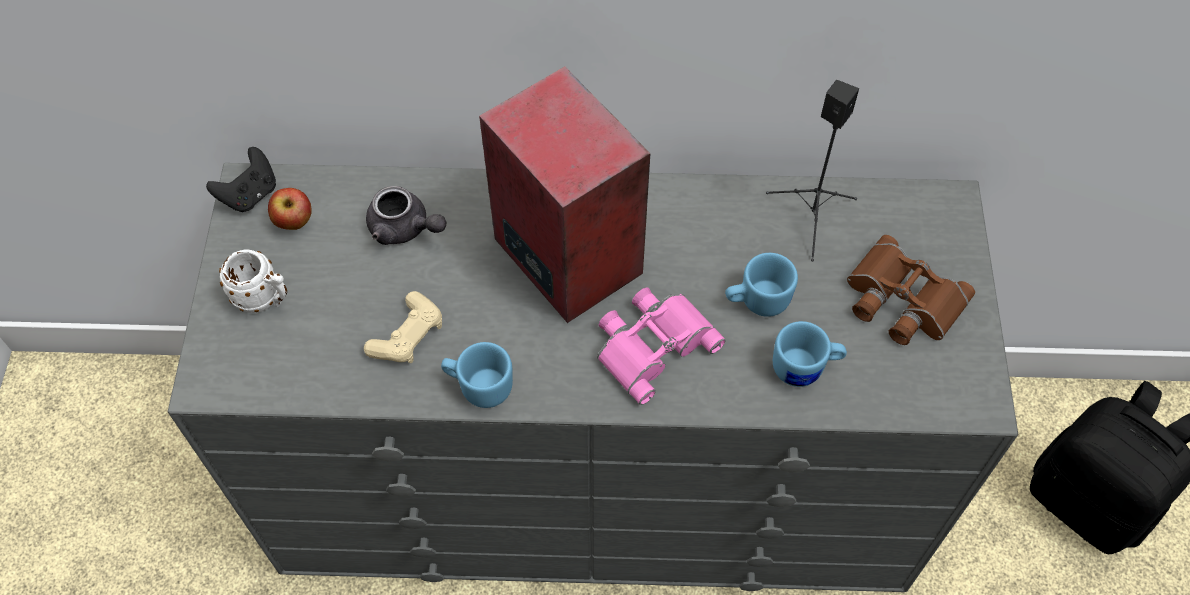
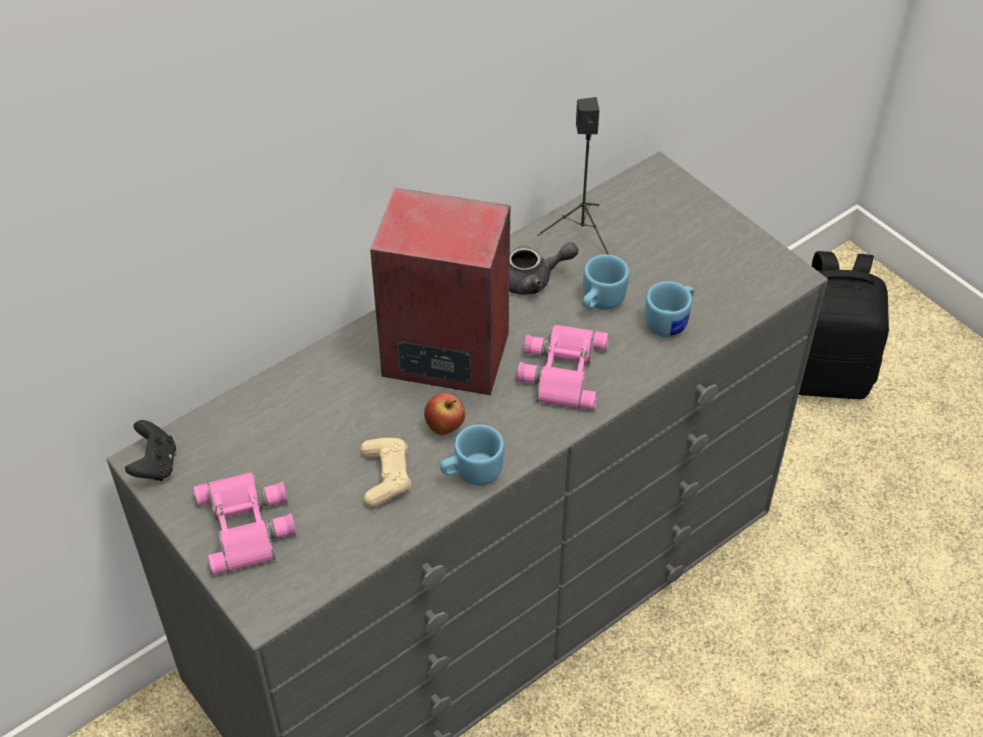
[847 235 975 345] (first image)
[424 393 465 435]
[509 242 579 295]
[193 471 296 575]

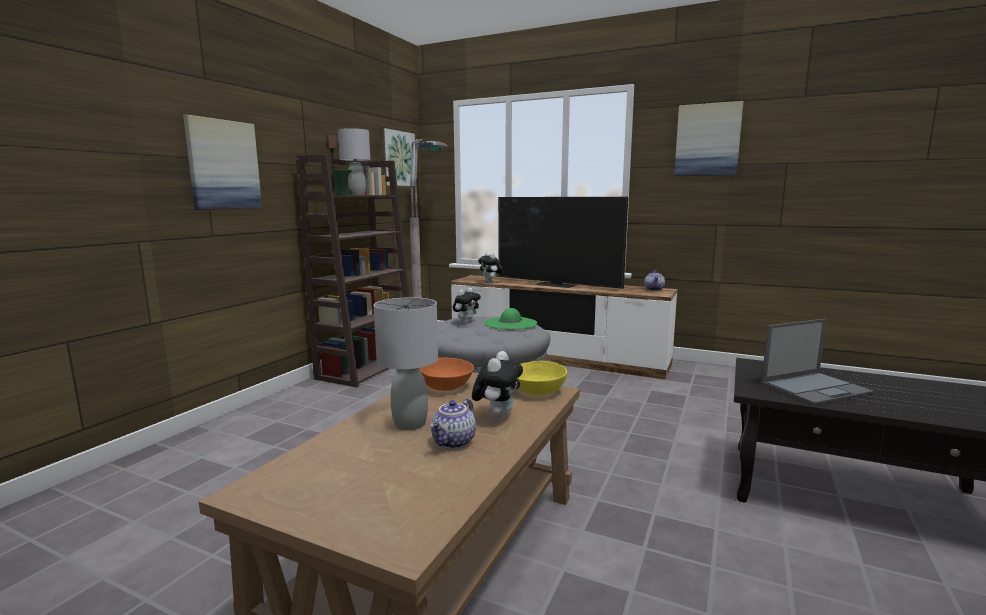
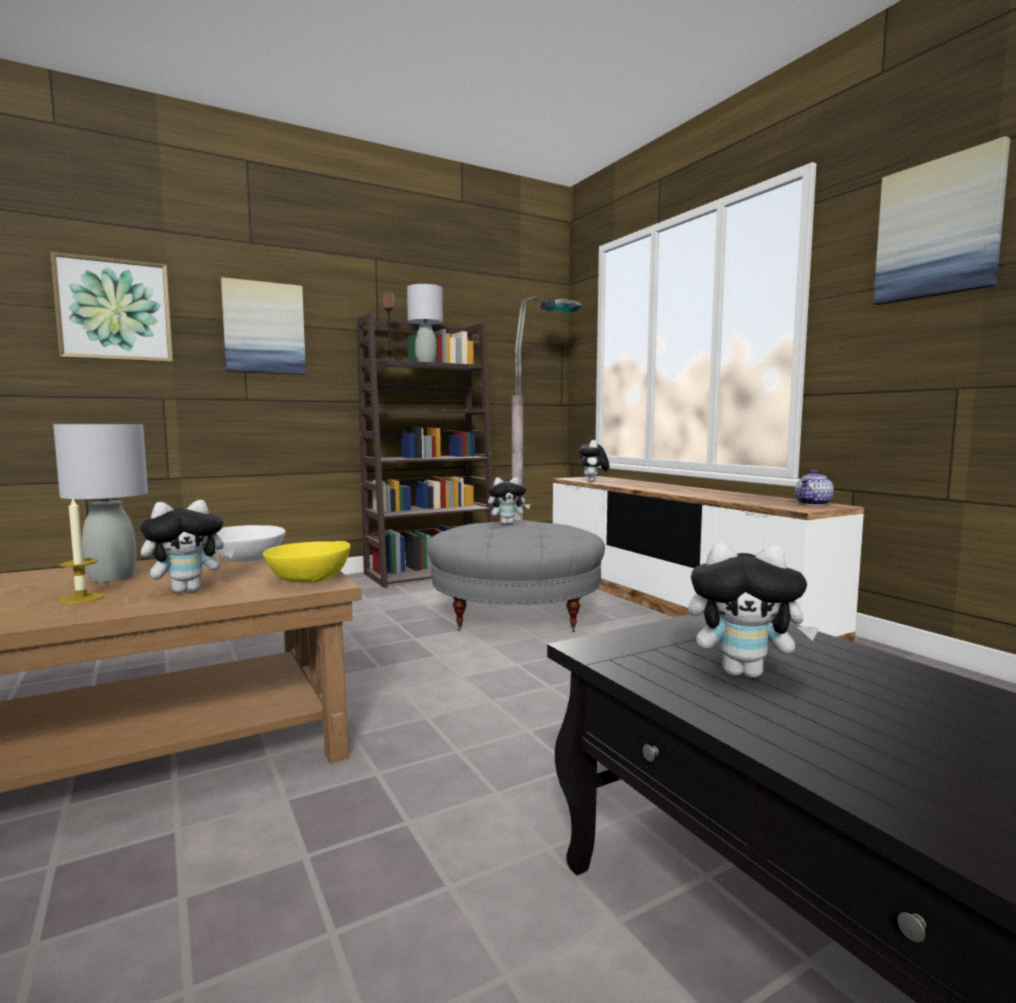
[484 308 537 329] (first image)
[498 197 628 289] (first image)
[50 252 173 362]
[59 499 104 604]
[688 542 819 678]
[215 525 285 562]

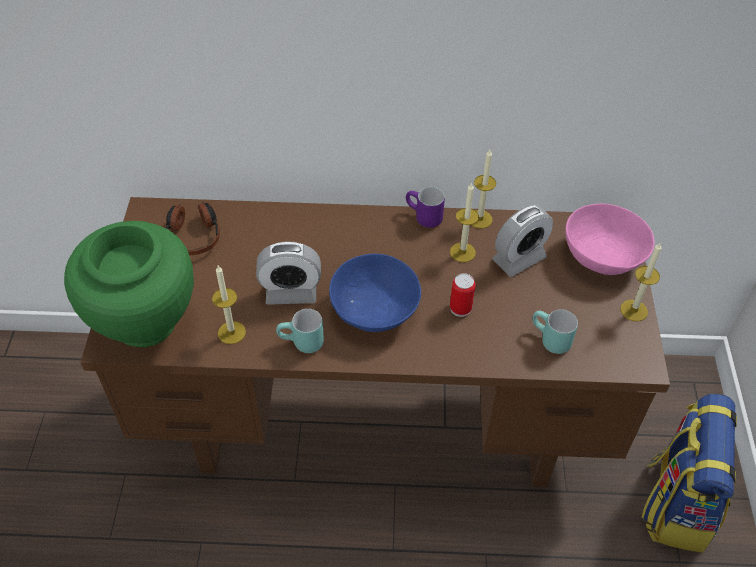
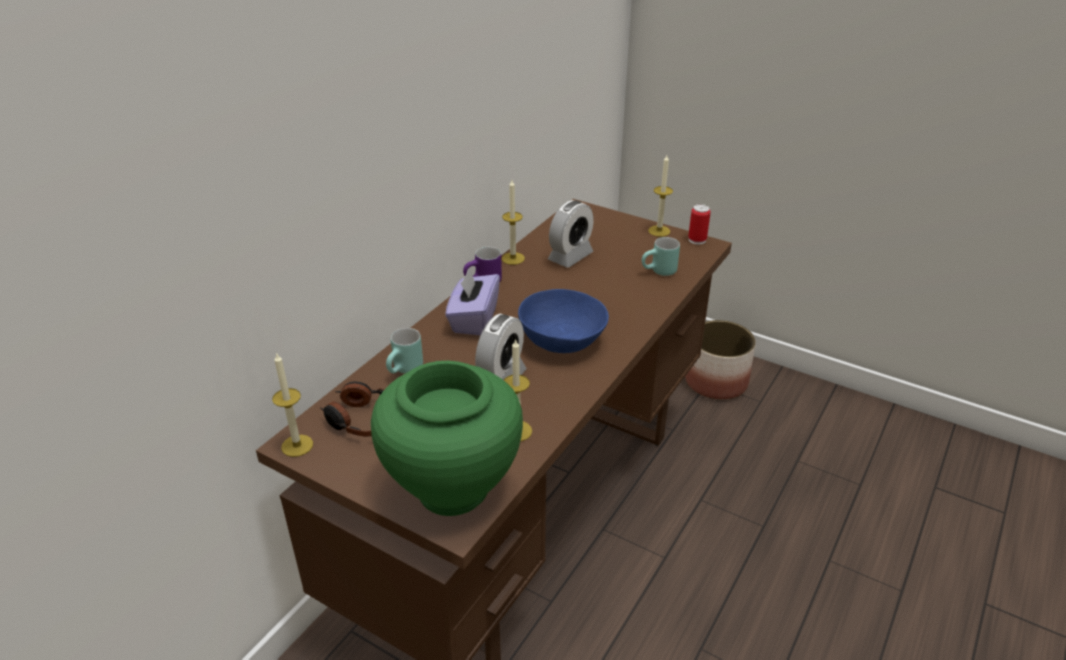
[565 203 655 275] (first image)
[445 267 500 335]
[386 328 423 373]
[272 352 313 457]
[688 204 711 244]
[685 320 756 400]
[548 200 594 268]

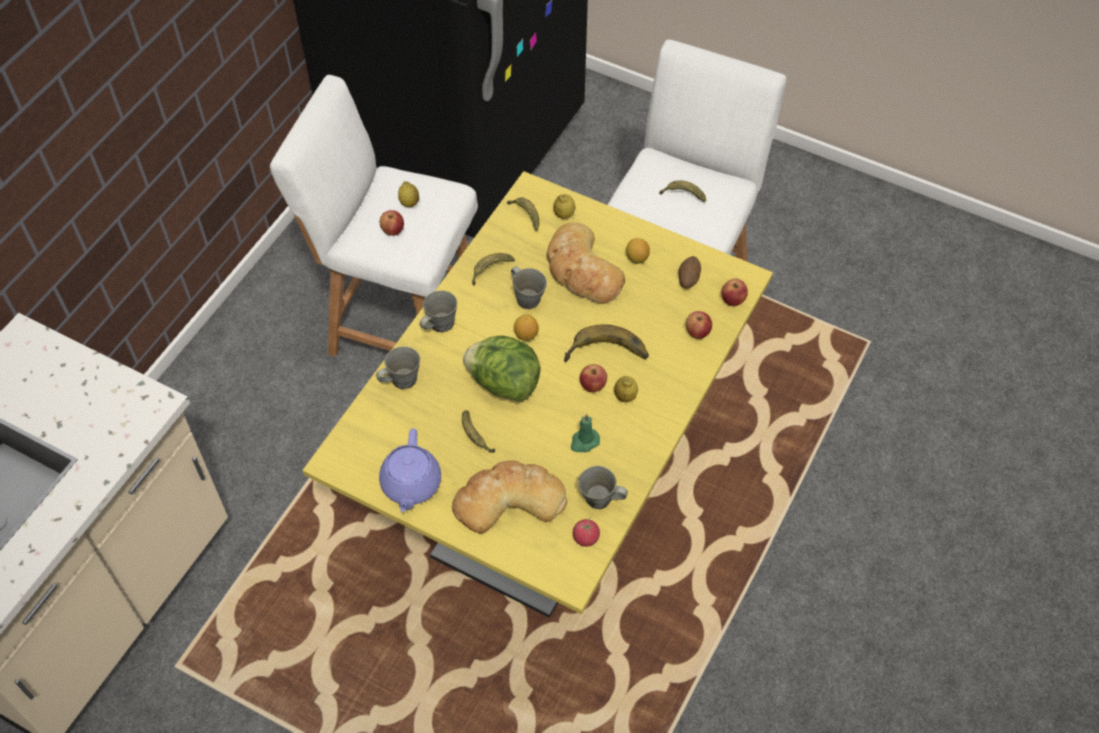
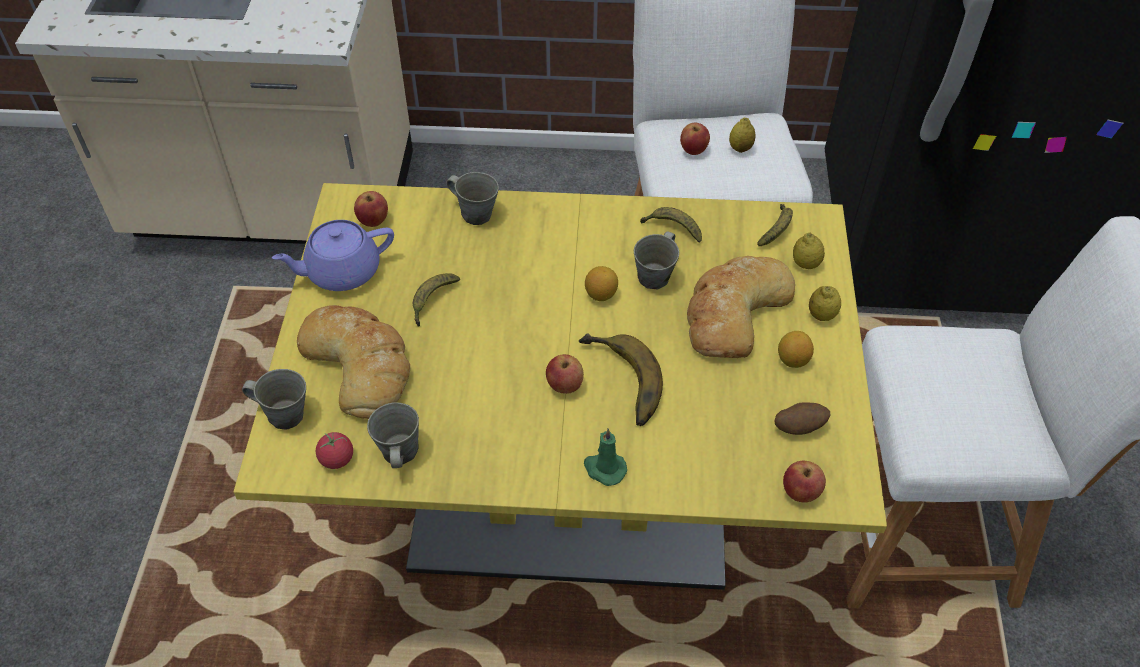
[463 336 541 402] (first image)
[659 181 706 203] (first image)
[242 369 306 429]
[584 429 627 486]
[809 286 841 321]
[354 191 388 227]

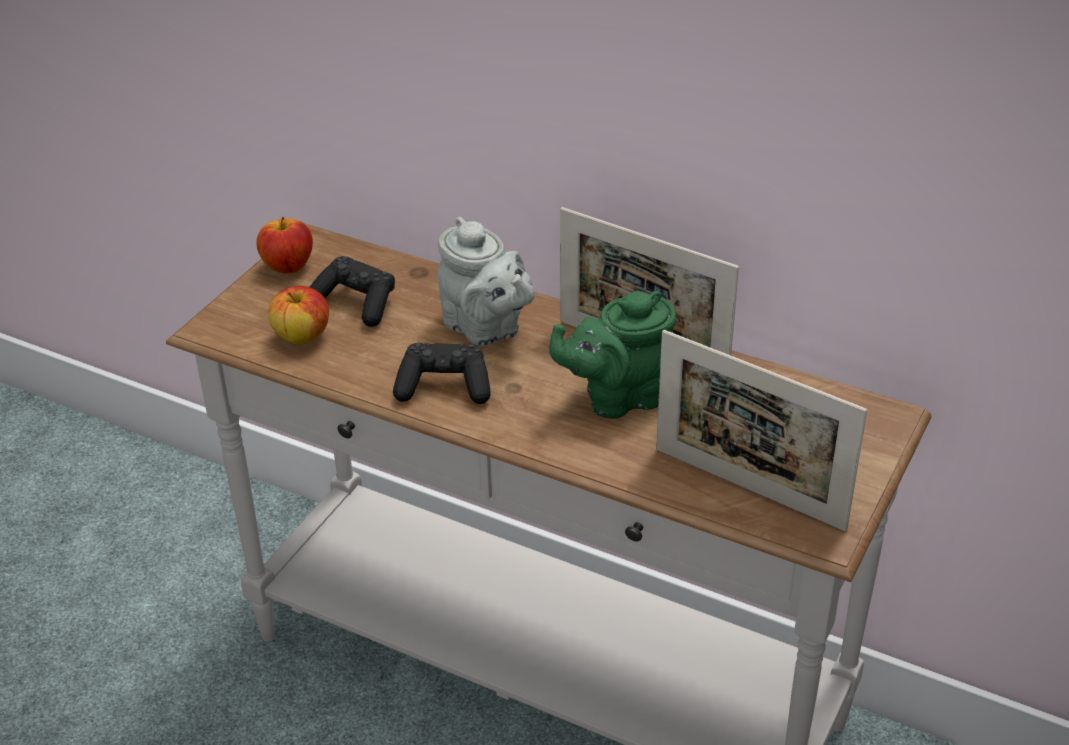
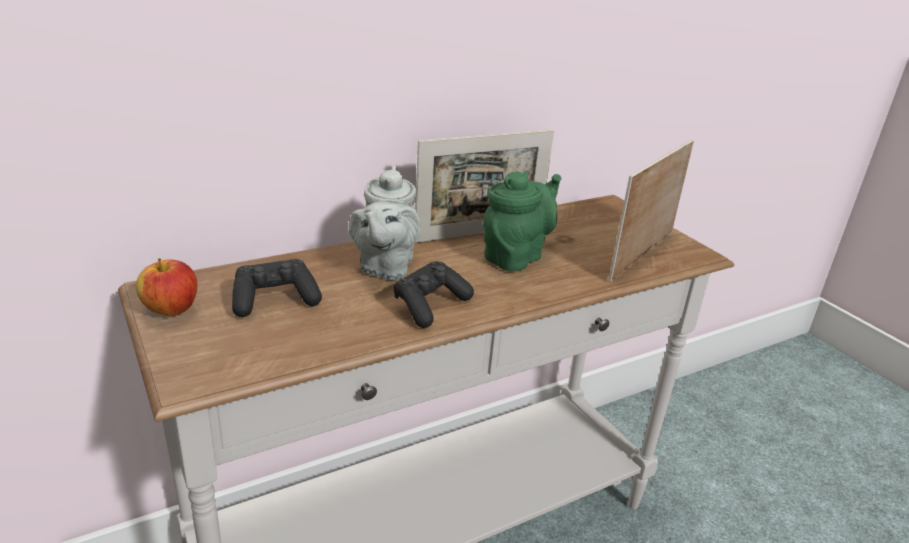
[268 286 329 345] (first image)
[348 166 421 280]
[483 171 561 271]
[609 139 694 282]

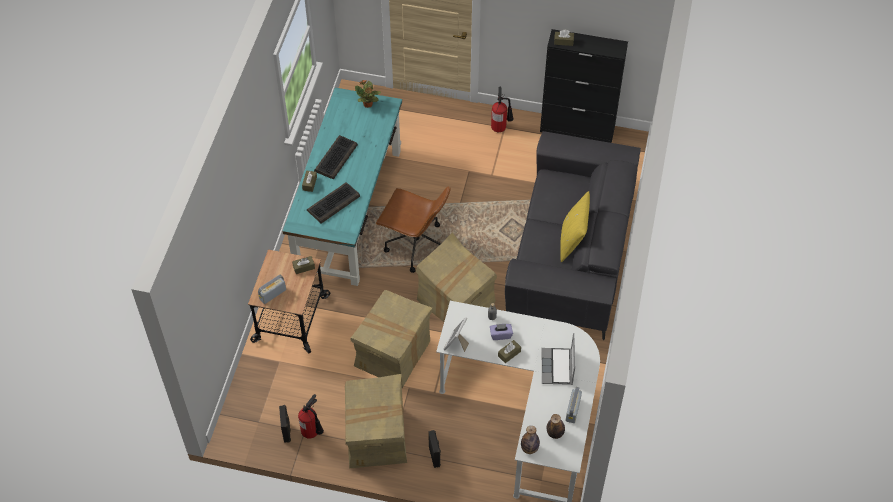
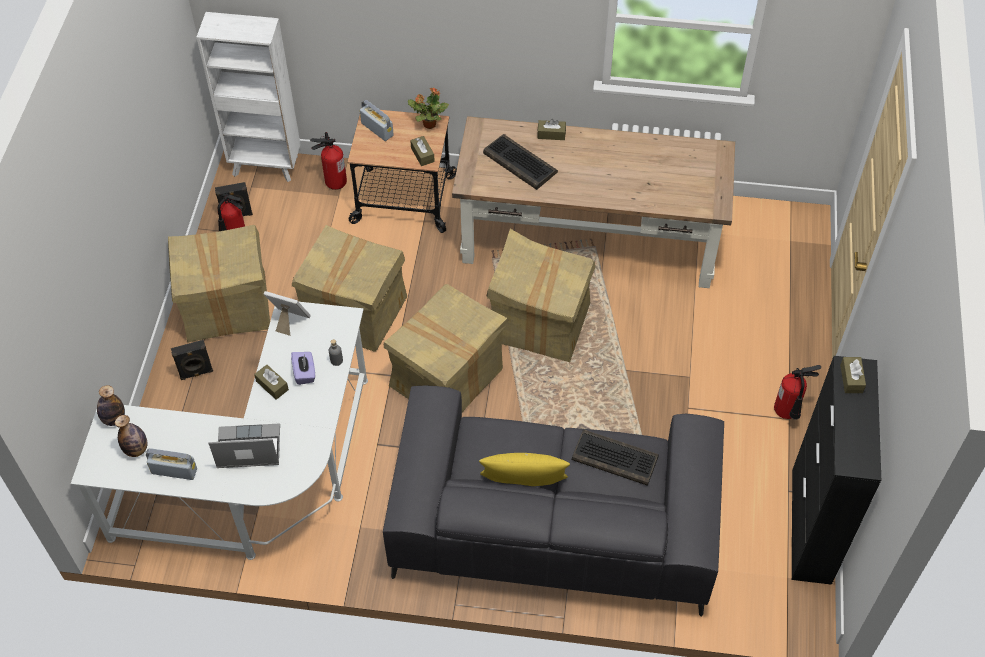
[196 12 301 182]
[310 132 347 190]
[572 429 659 486]
[408 88 449 129]
[487 229 595 362]
[452 116 735 288]

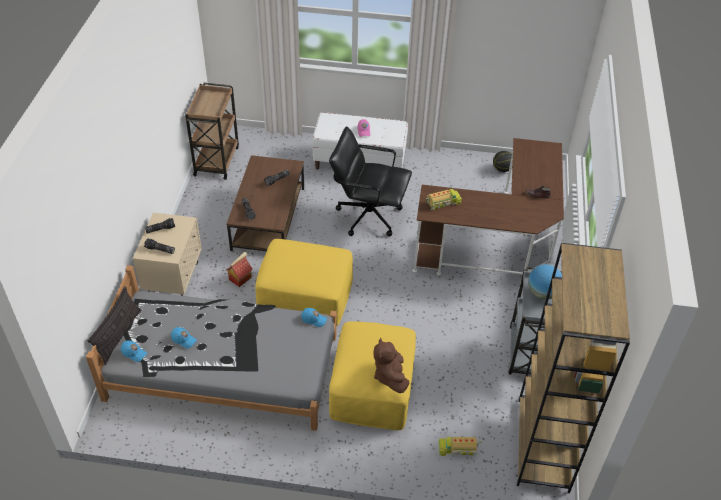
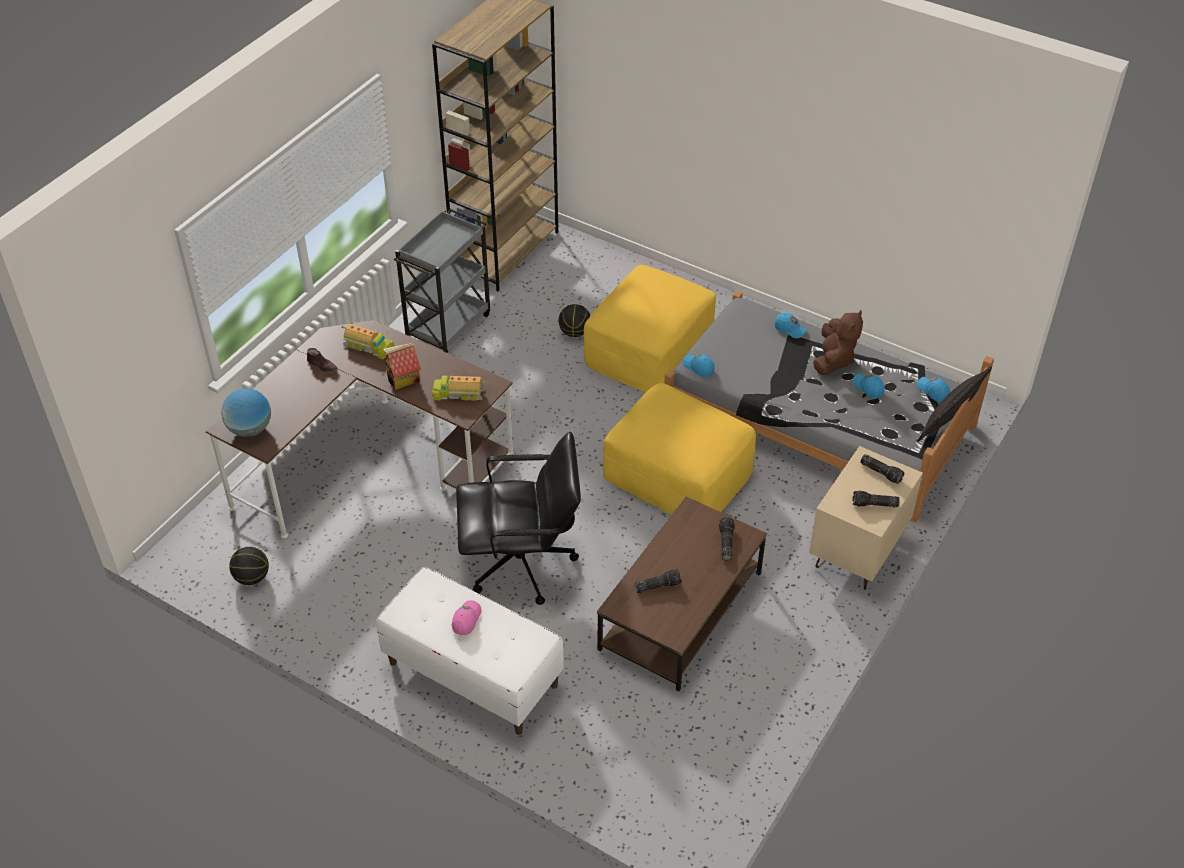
[185 83 239 180] (first image)
[559 304 590 337]
[775 313 807 338]
[383 342 421 390]
[813 310 863 375]
[341 323 394 359]
[221 388 271 437]
[456 432 581 605]

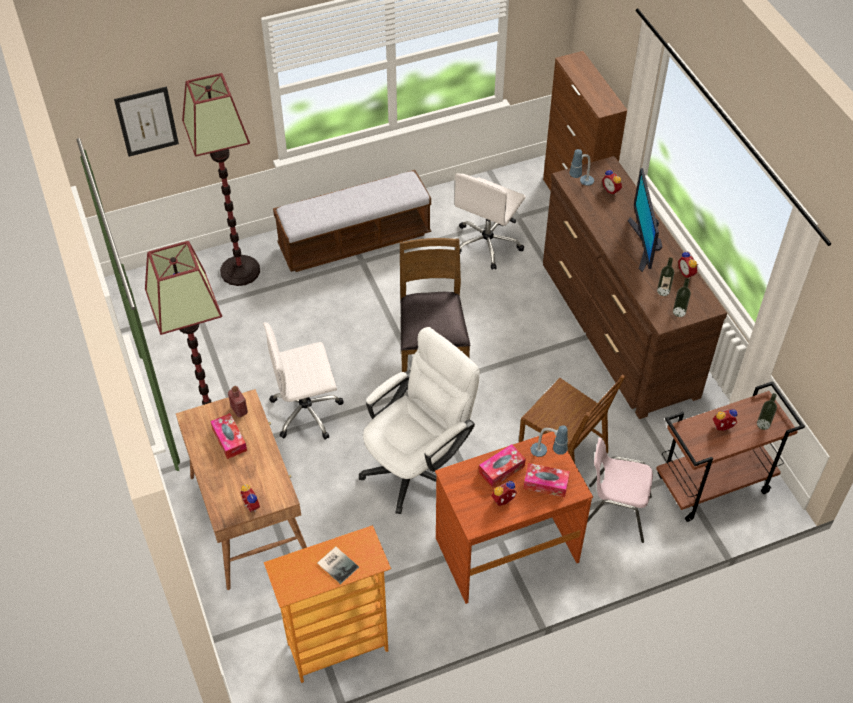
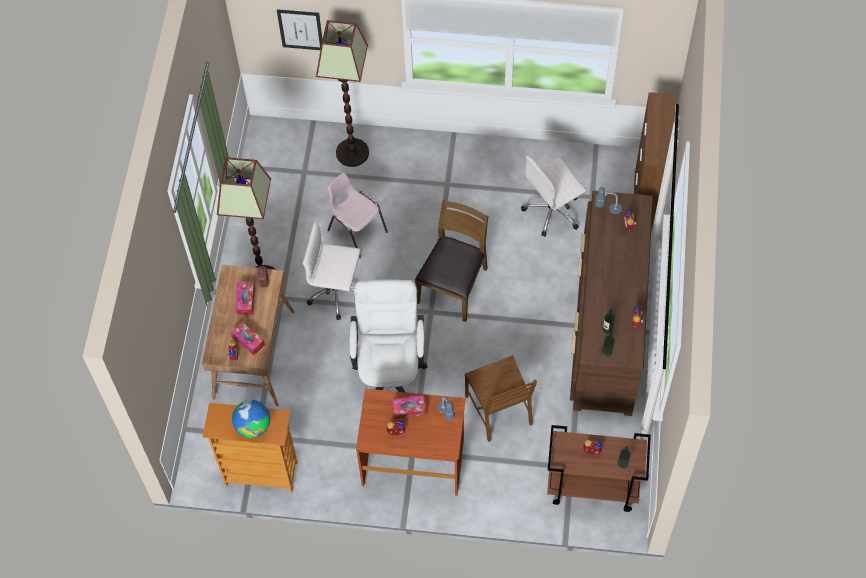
[273 170 431 272] (first image)
[628 168 662 272] (first image)
[231 322 265 356]
[328 172 388 258]
[232 400 270 438]
[350 279 428 392]

